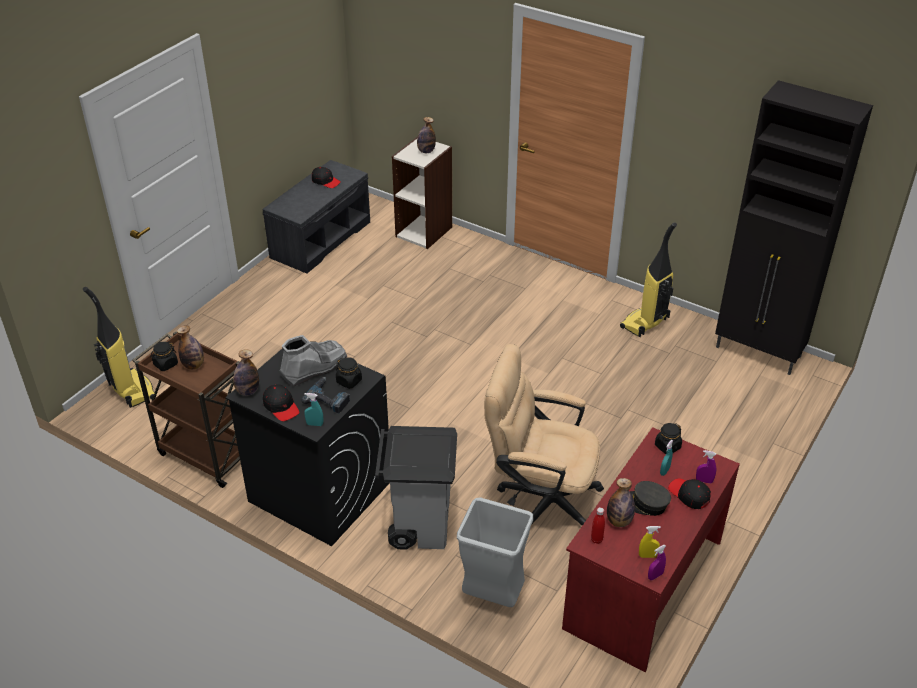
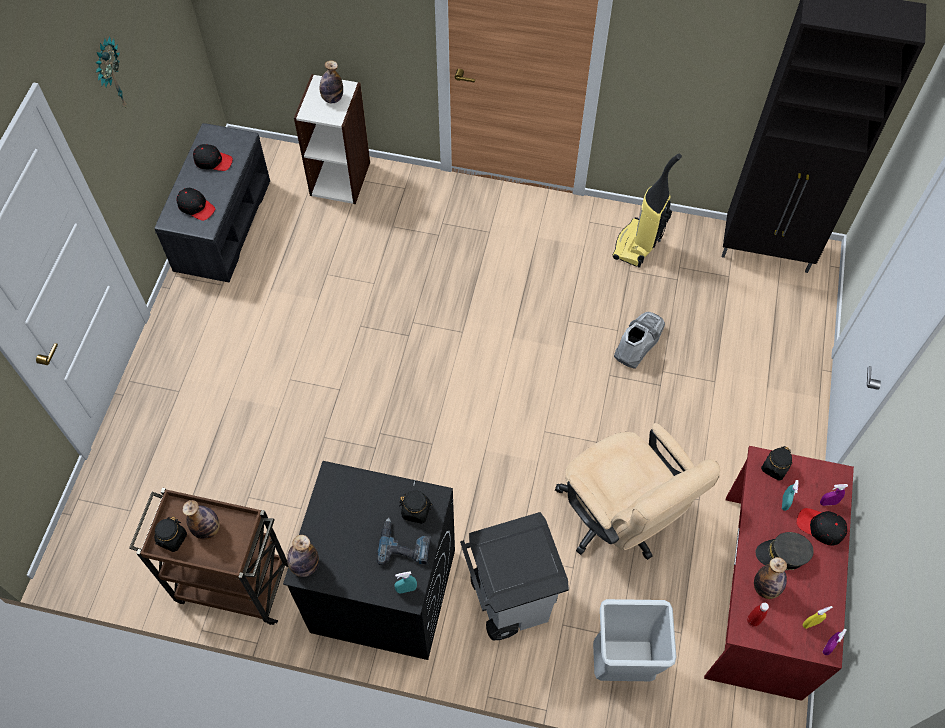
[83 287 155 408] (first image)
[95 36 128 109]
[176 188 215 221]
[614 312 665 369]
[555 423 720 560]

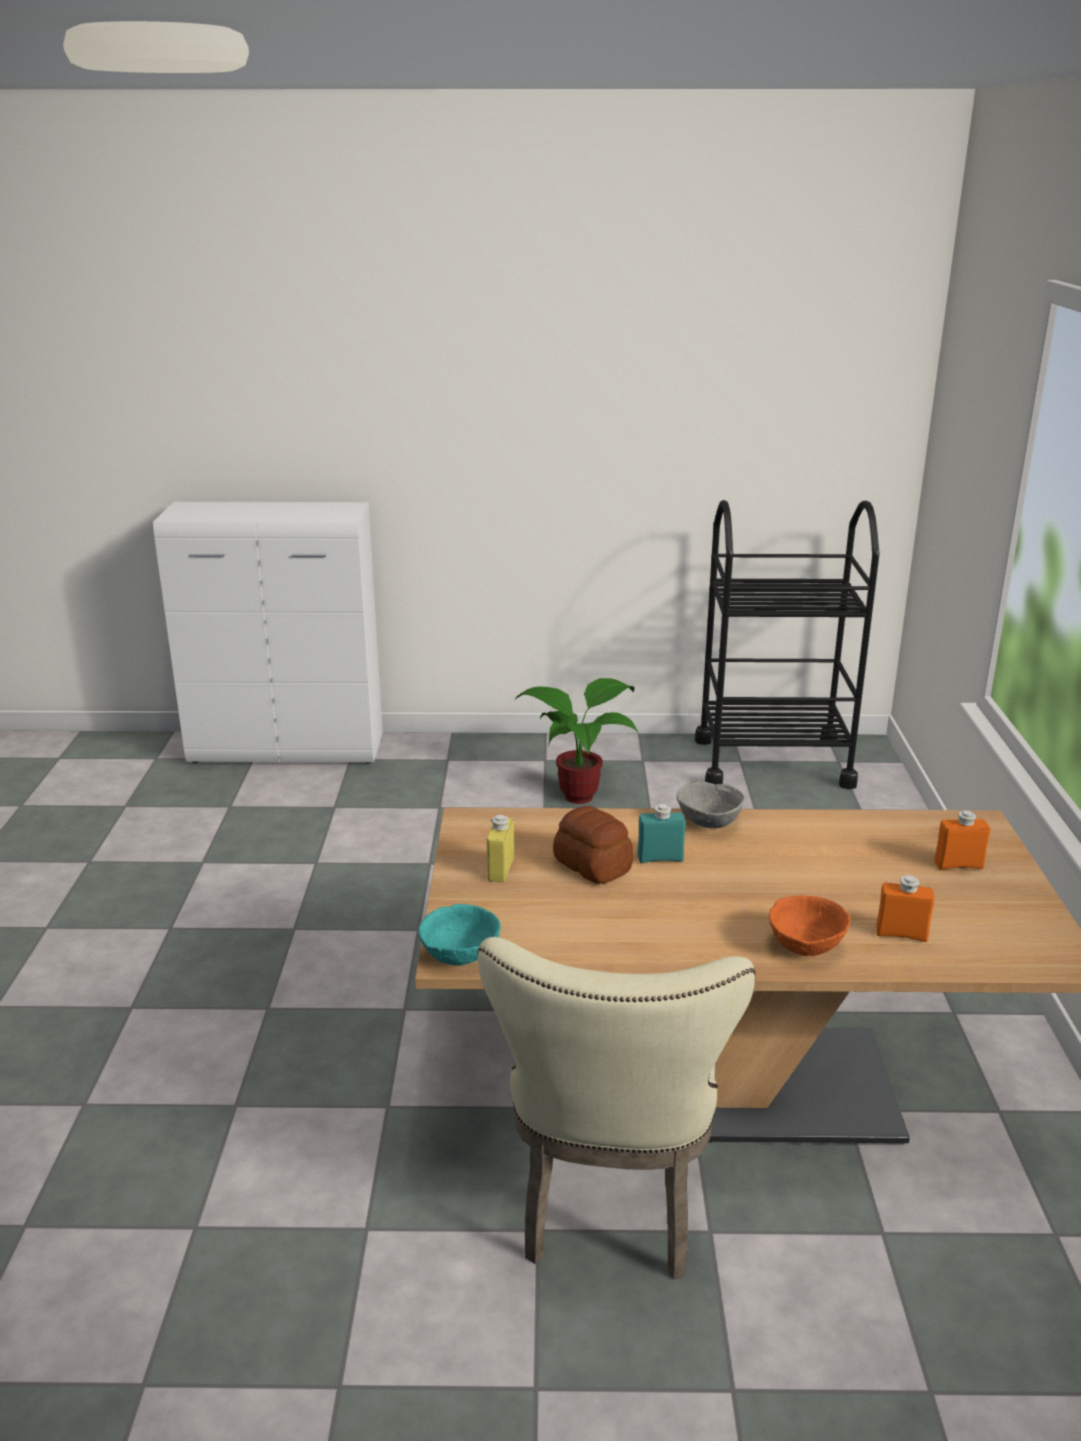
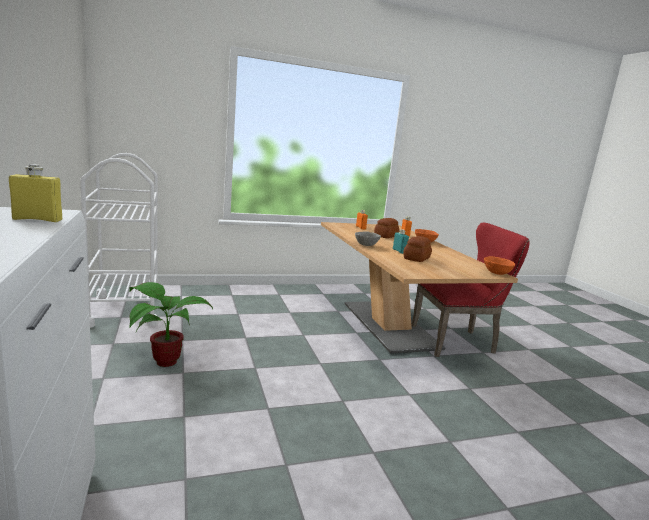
[374 218 399 238]
[9 164 62 222]
[484 256 515 275]
[411 223 530 357]
[80 153 158 328]

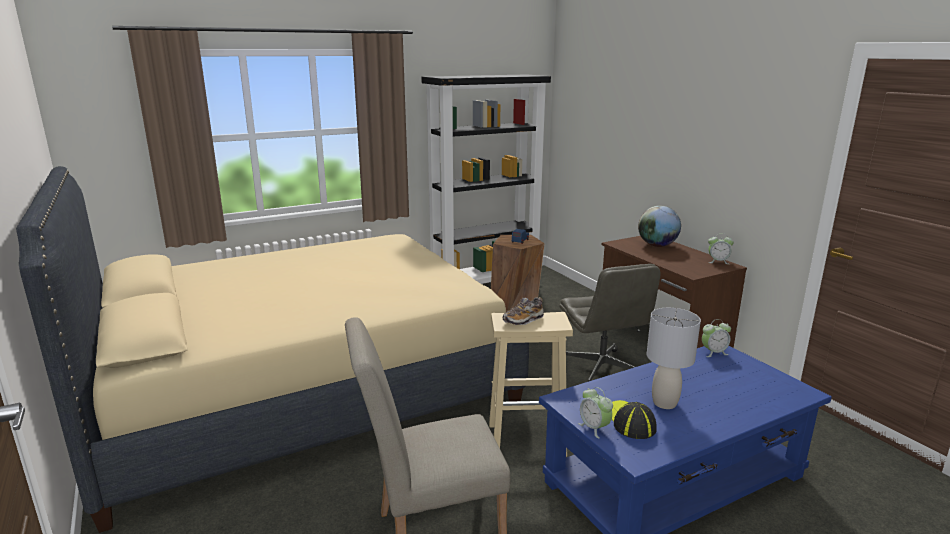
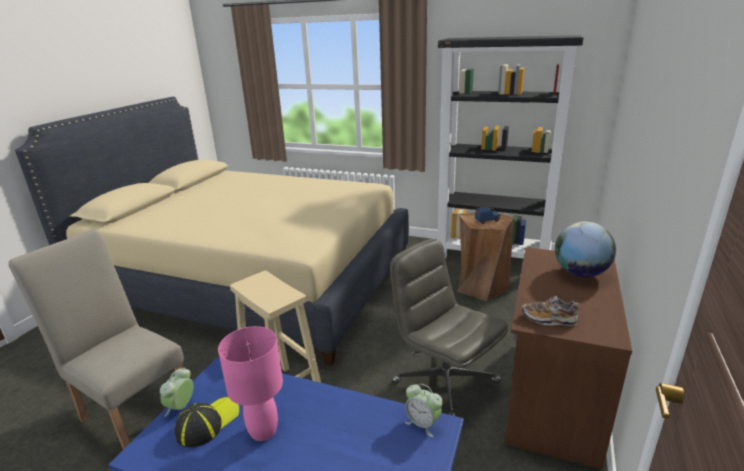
[708 233 734 264] (first image)
[521 296 580 326]
[218 326 283 441]
[390 239 508 416]

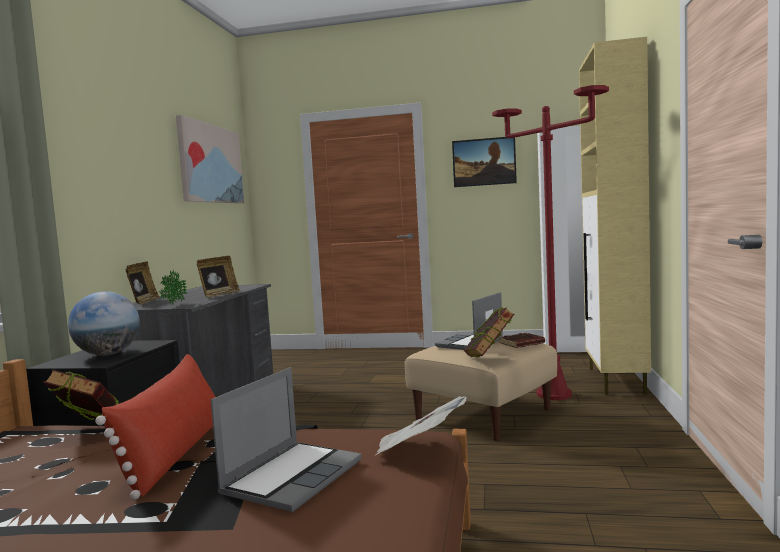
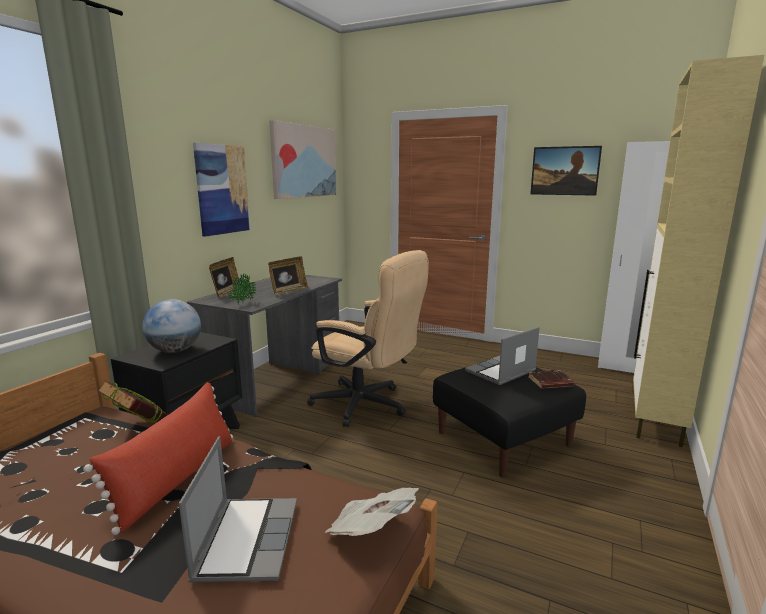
[463 307 514 358] (first image)
[492 85 609 400] (first image)
[193 143 250 237]
[307 250 429 427]
[433 367 586 477]
[179 436 297 582]

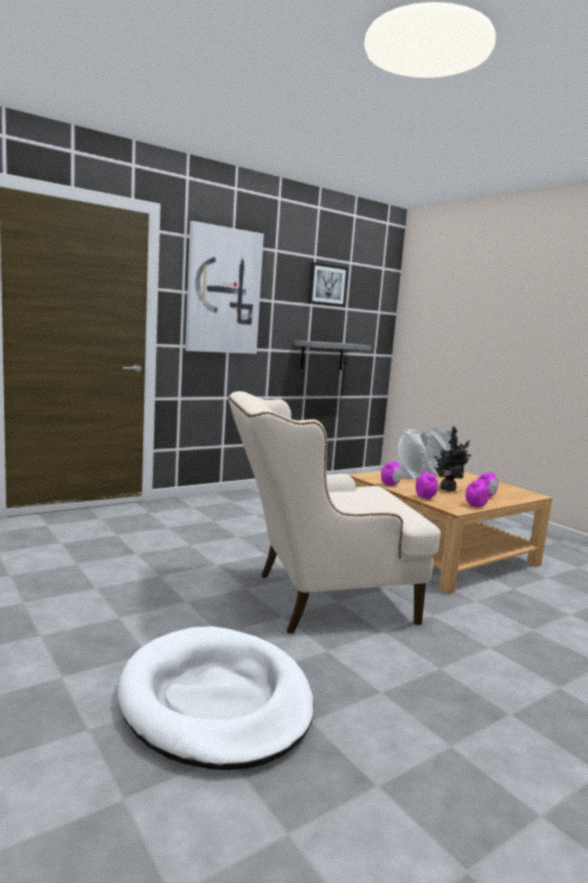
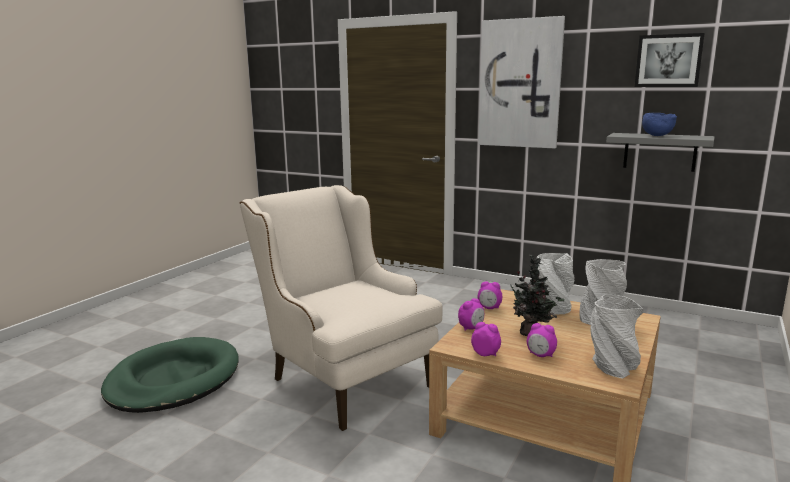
[590 294 643 379]
[642 113 677 136]
[101 337 239 413]

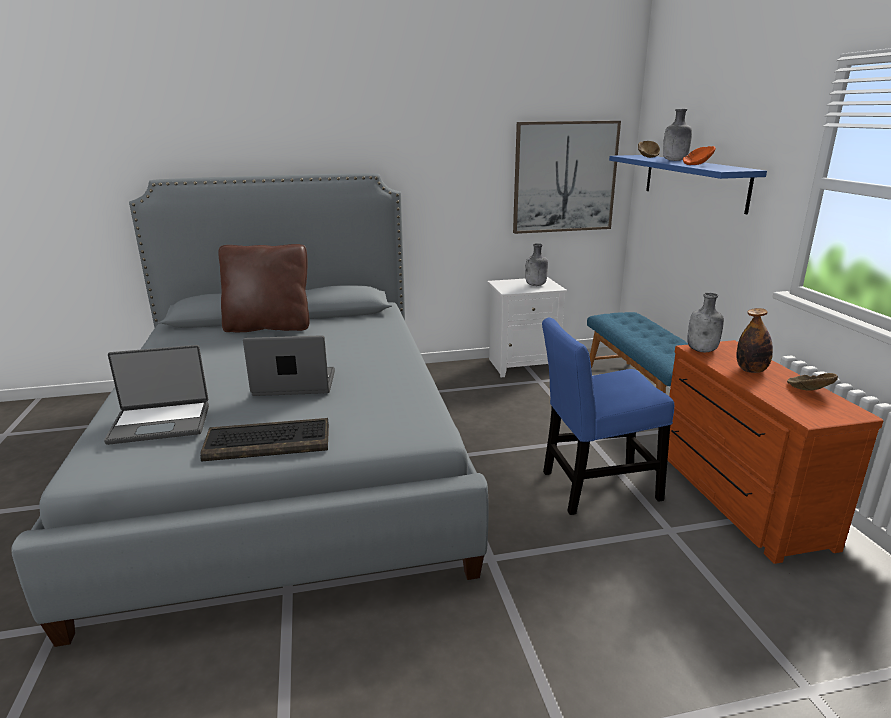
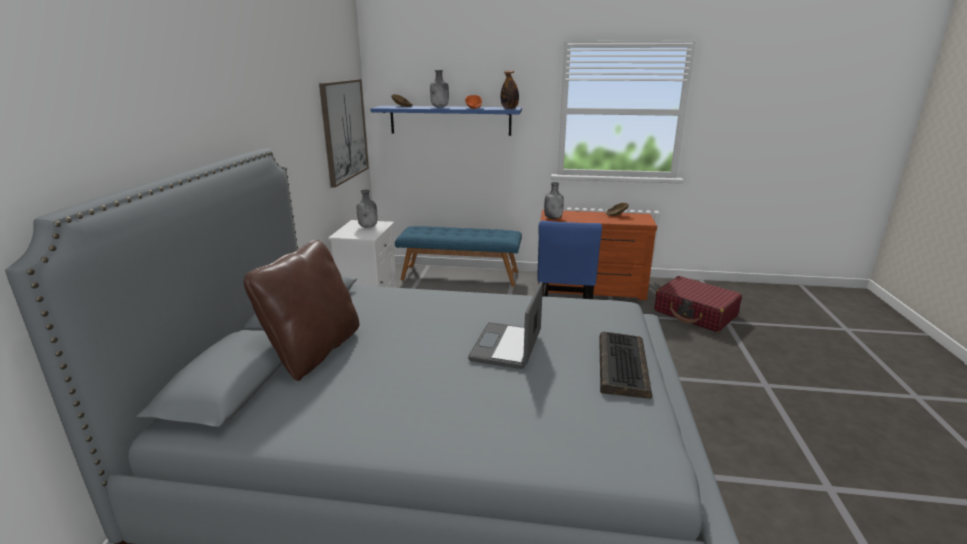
[104 345 209 445] (first image)
[654 276 742 332]
[501 70 519 109]

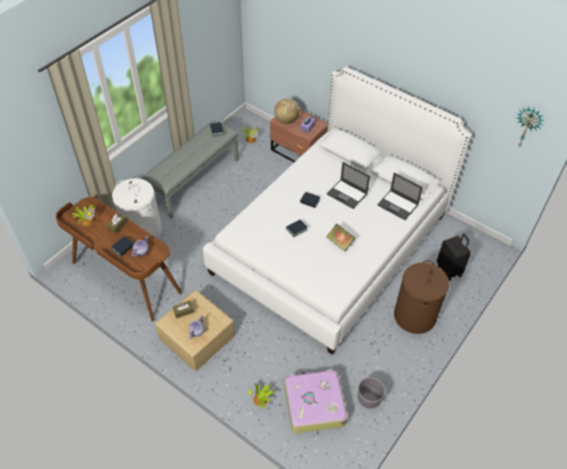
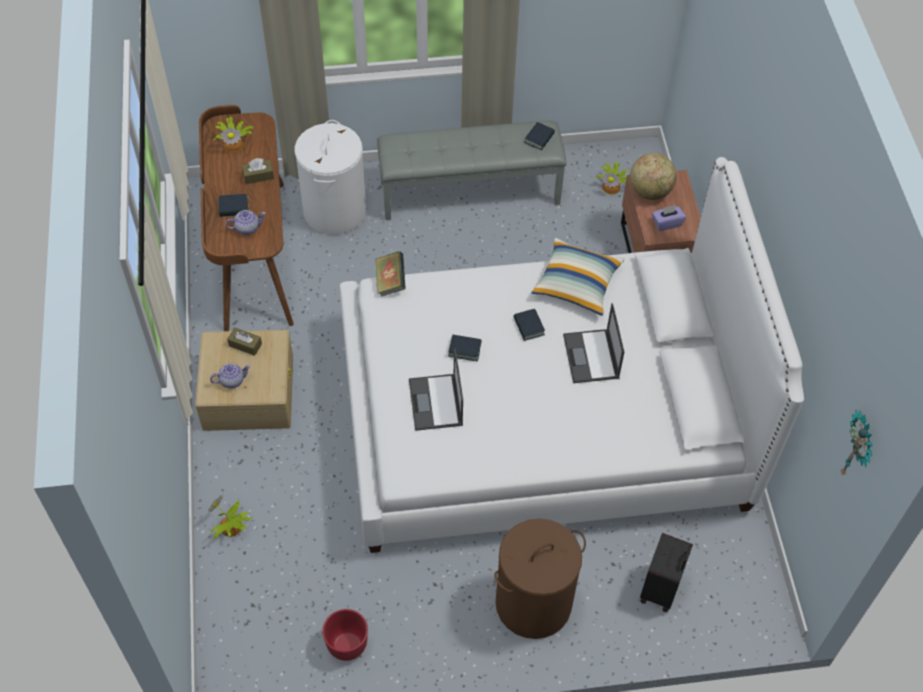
[285 369 347 434] (first image)
[532 238 624 316]
[375 252 406 296]
[409 348 463 431]
[322 609 368 661]

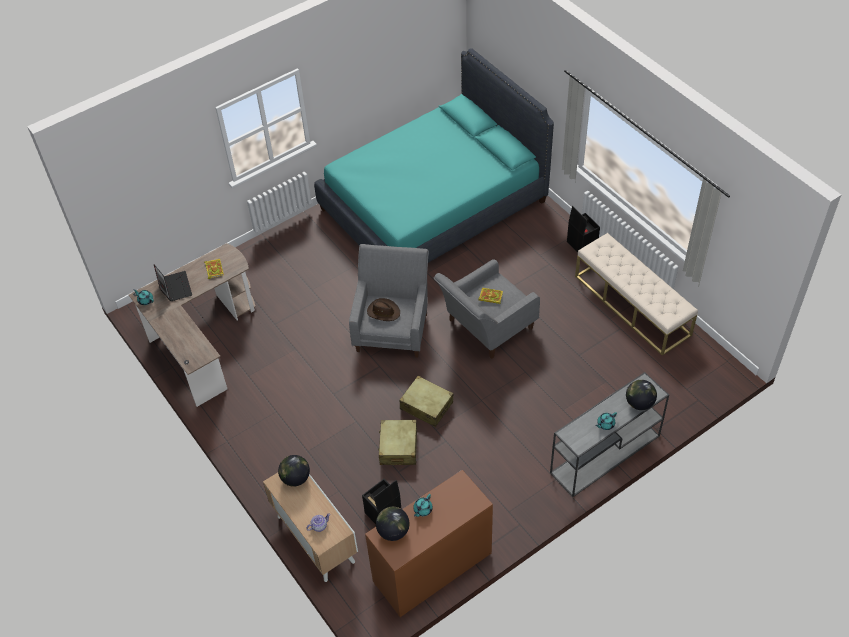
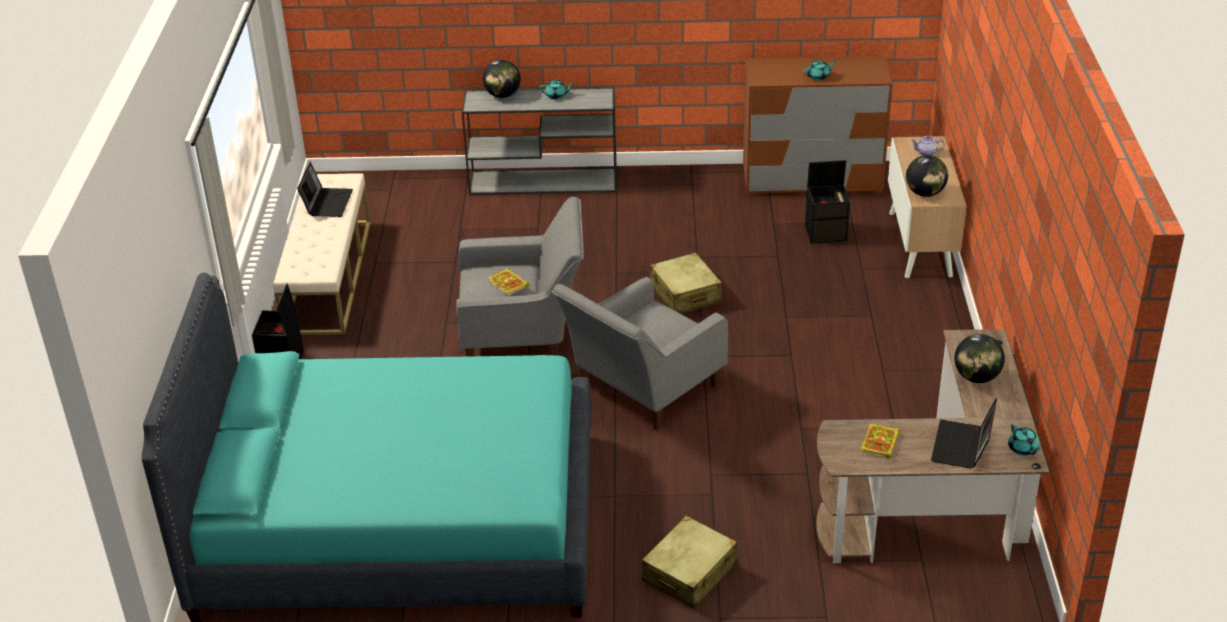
[367 298 400 321] (first image)
[297 162 353 217]
[954 334 1005 383]
[642 516 737 608]

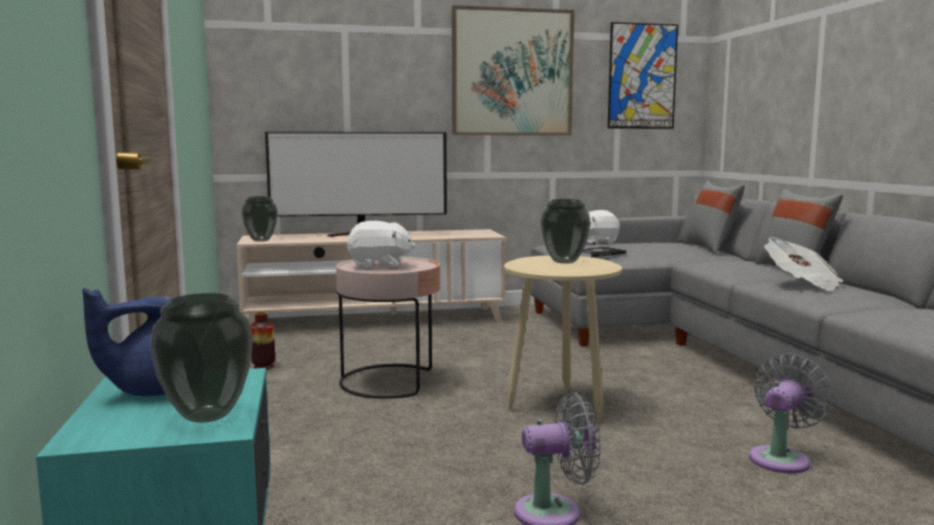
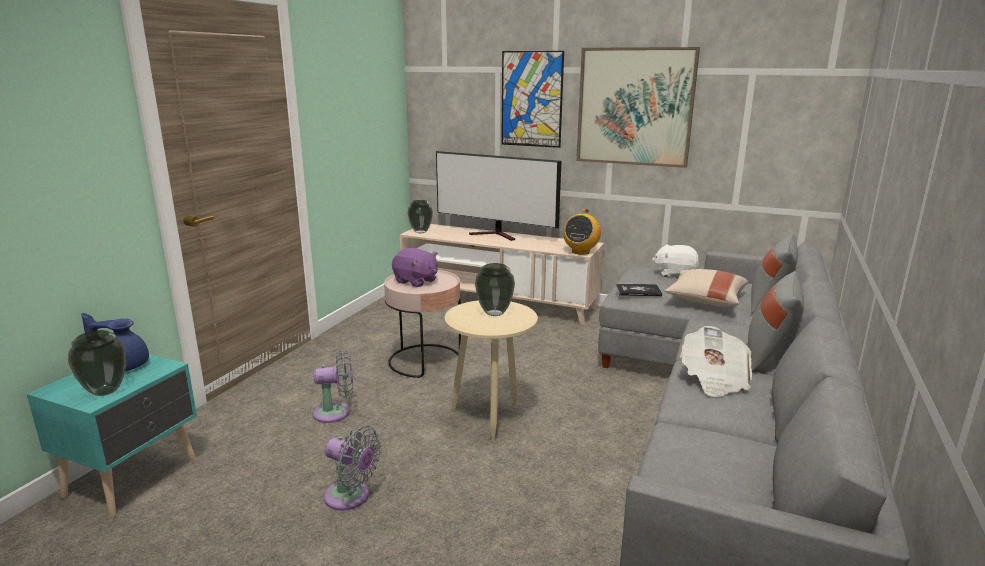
[250 312 275 369] (first image)
[563 209 601 255]
[665 269 748 307]
[501 51 564 148]
[313 350 353 423]
[392 248 438 287]

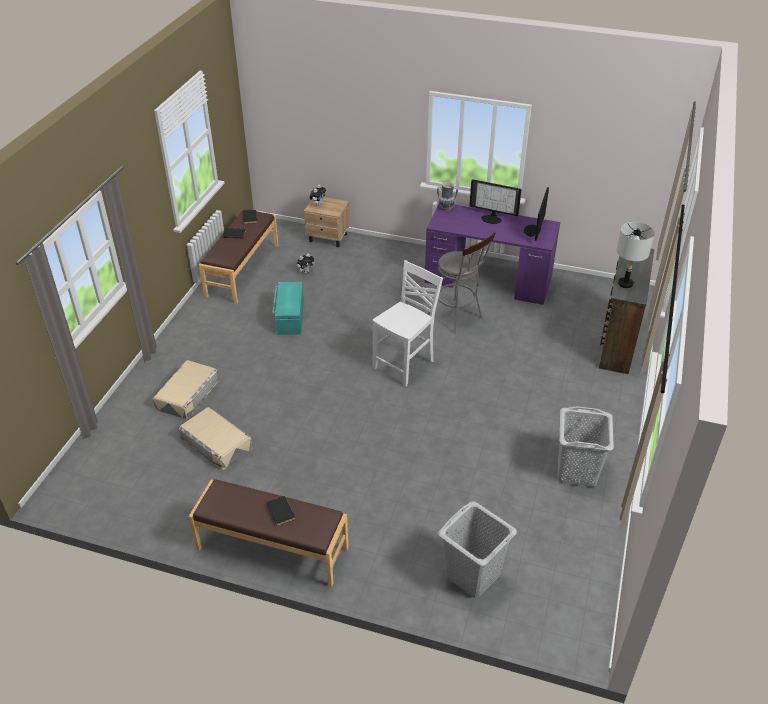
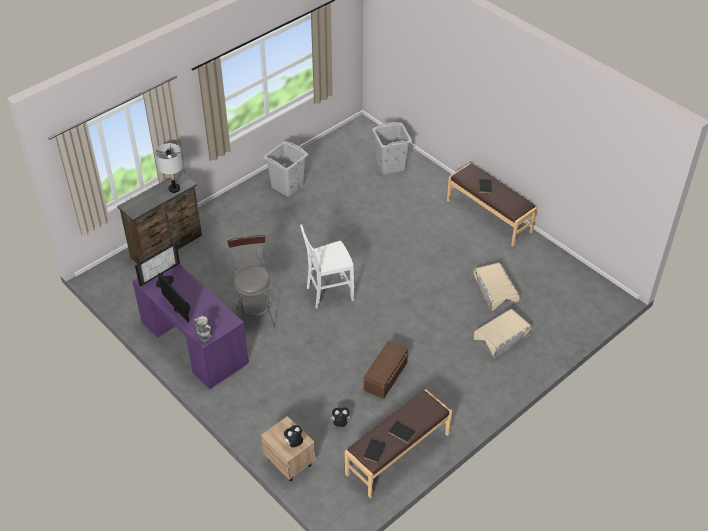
[364 341 408 399]

